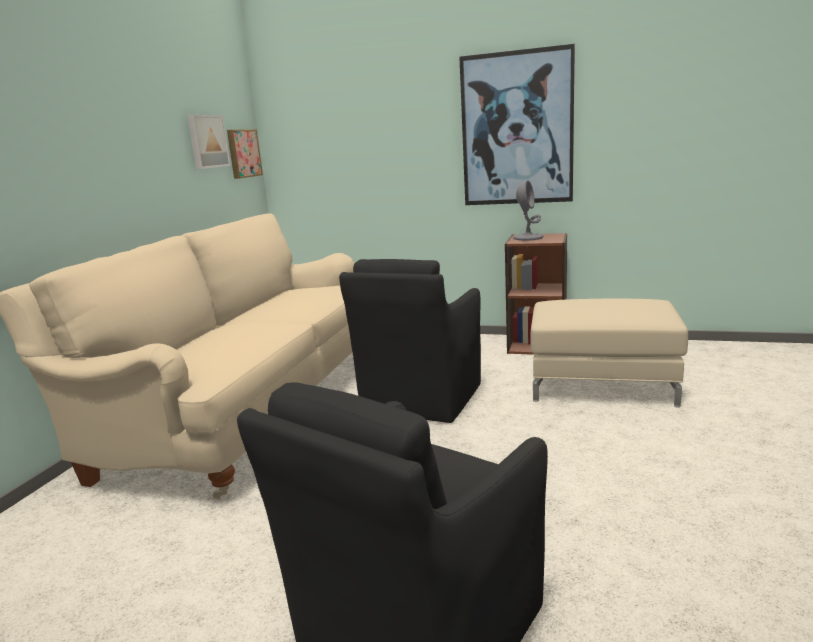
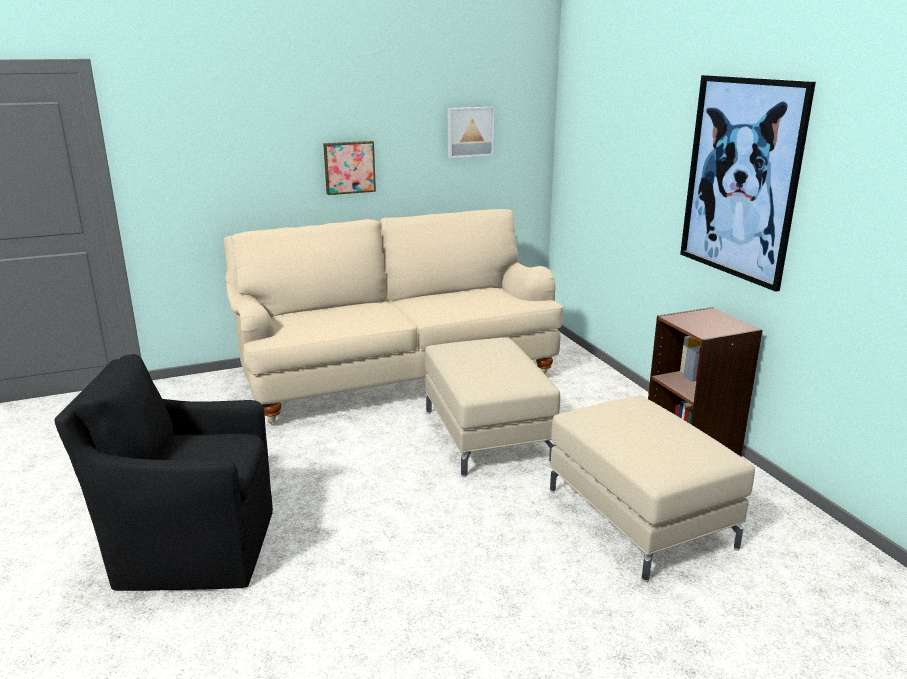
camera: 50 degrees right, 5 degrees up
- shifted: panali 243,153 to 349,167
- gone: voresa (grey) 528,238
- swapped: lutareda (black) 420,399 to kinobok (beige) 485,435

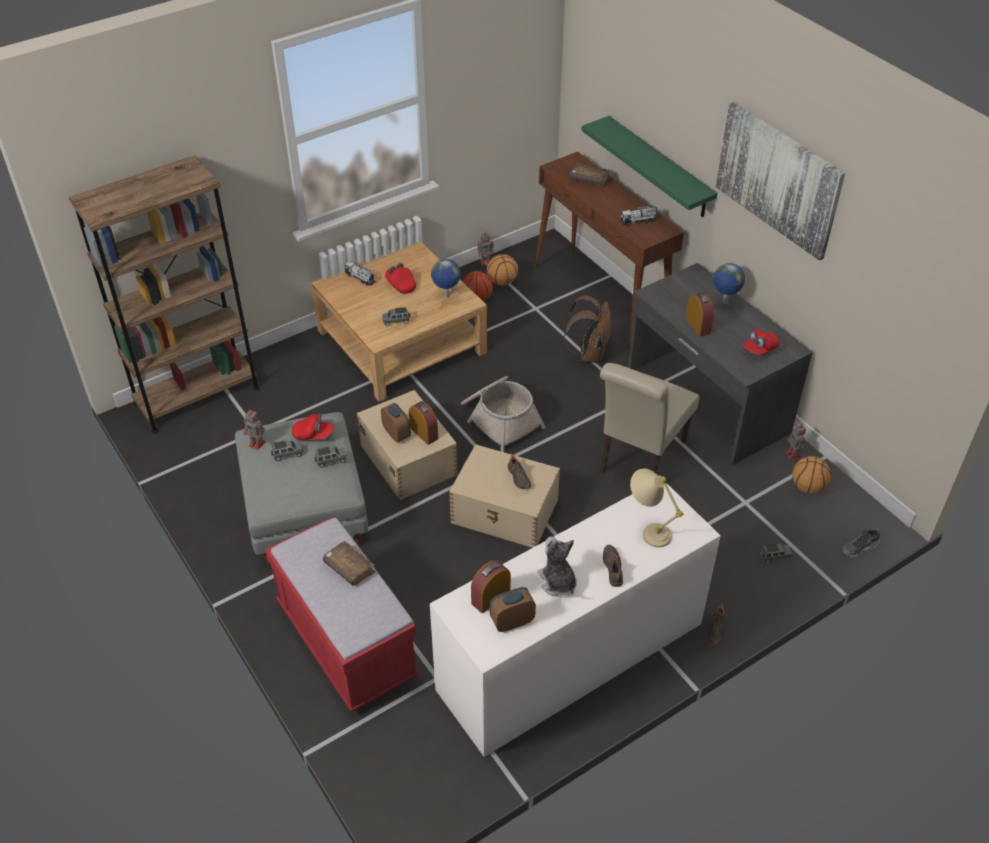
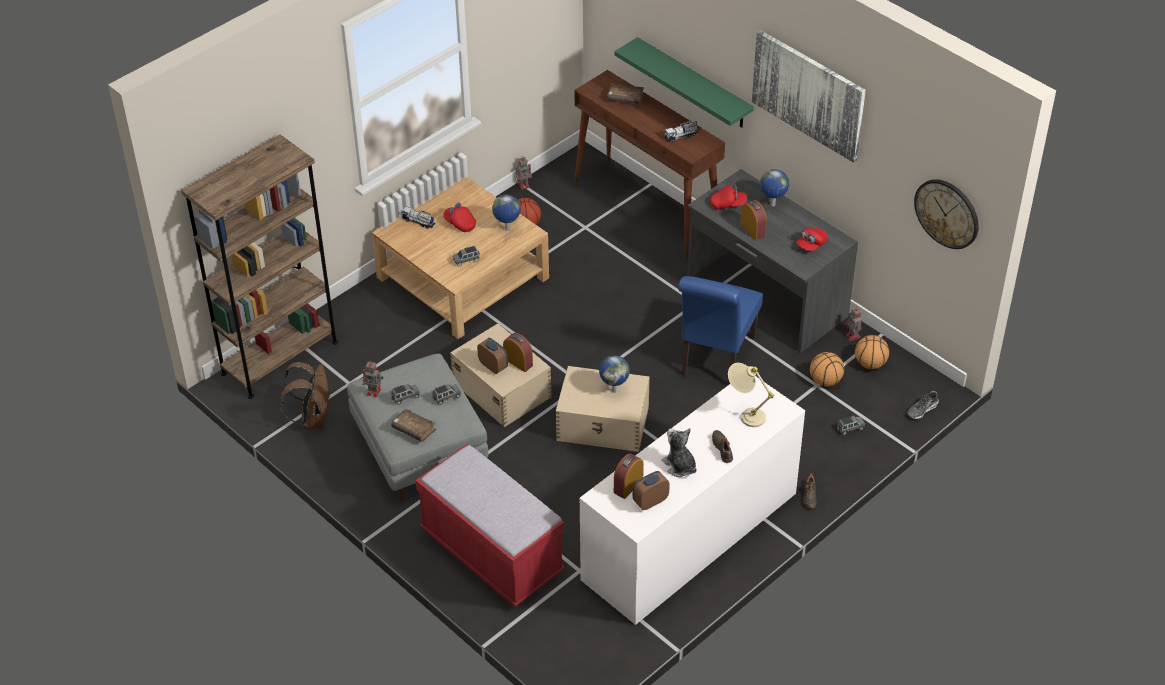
camera: 10 degrees left, 0 degrees up
- shifted: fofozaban 502,282 to 825,381
- shifted: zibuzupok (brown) 589,354 to 312,418
- repainted: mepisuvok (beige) 639,460 to mepisuvok (blue) 715,360
- gone: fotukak 500,419
- shifted: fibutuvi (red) 313,435 to 728,204
- swapped: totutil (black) 518,478 to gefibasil 614,390
- shifted: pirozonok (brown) 349,568 to 414,429
- new: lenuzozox 947,213

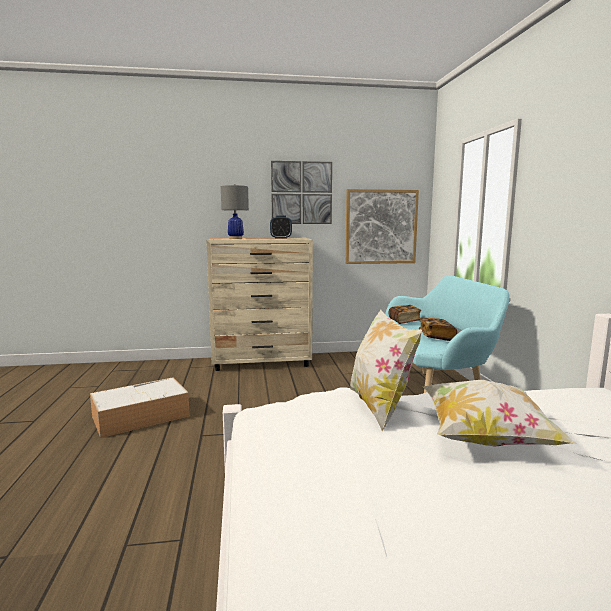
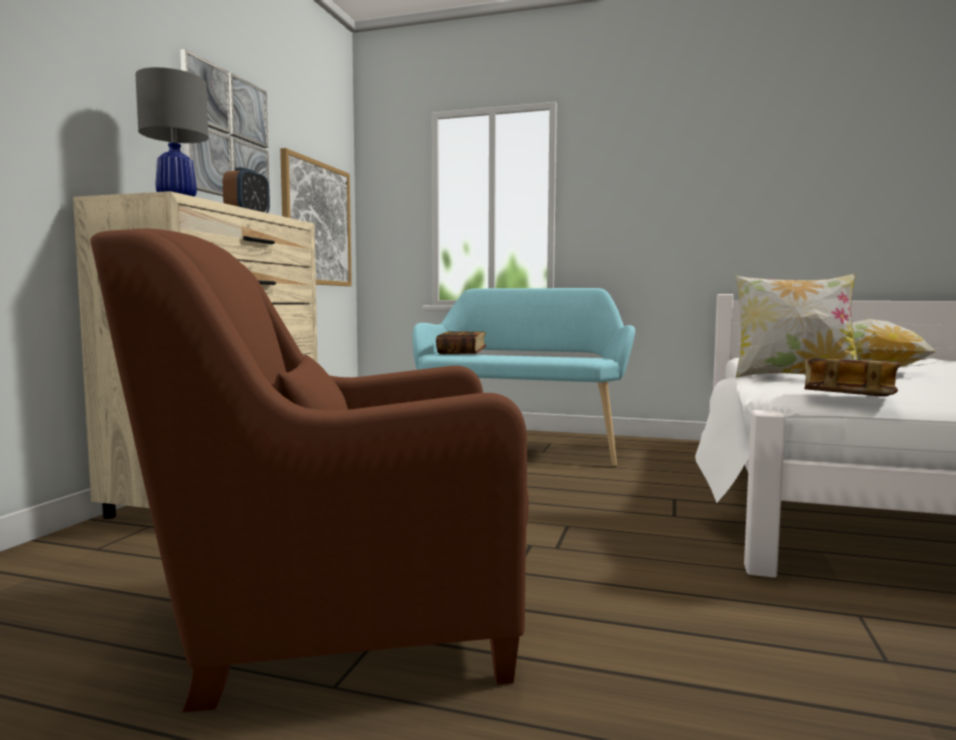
camera: 65 degrees left, 5 degrees down
- shifted: pirozonok 436,337 to 847,397
- swapped: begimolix 142,416 to lutareda (brown) 342,622

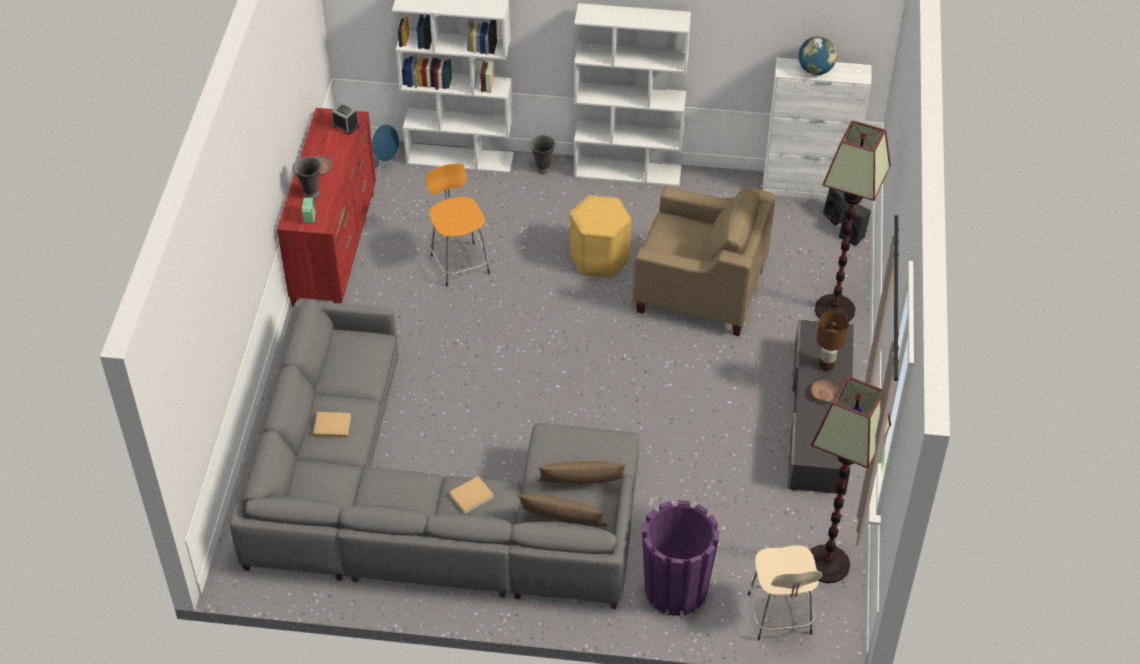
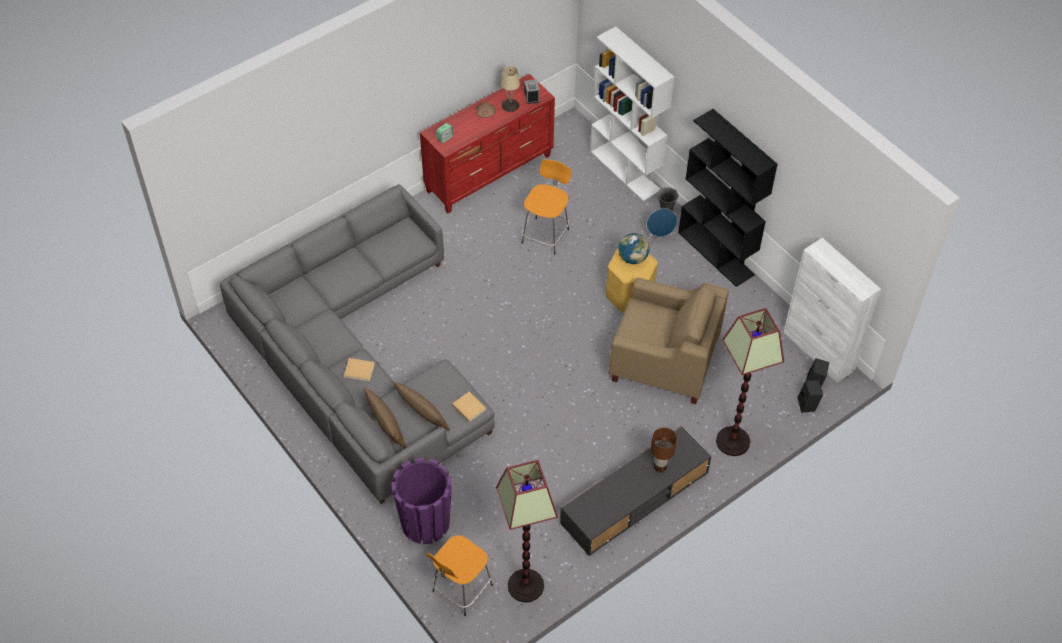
camera: 45 degrees right, 5 degrees up
- repainted: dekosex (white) 628,171 to dekosex (black) 716,253
- shifted: gefibasil 815,70 to 633,258
- shifted: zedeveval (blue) 386,164 to 659,237
- gone: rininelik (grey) 310,194
- rotated: lutareda (beige) 700,291 = 663,362 45 degrees counterclockwise
- gone: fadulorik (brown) 823,394
- shifted: pirozonok (beige) 331,425 to 468,407
- repainted: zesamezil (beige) 780,616 to zesamezil (orange) 461,590
- new: voresa (beige) 510,105

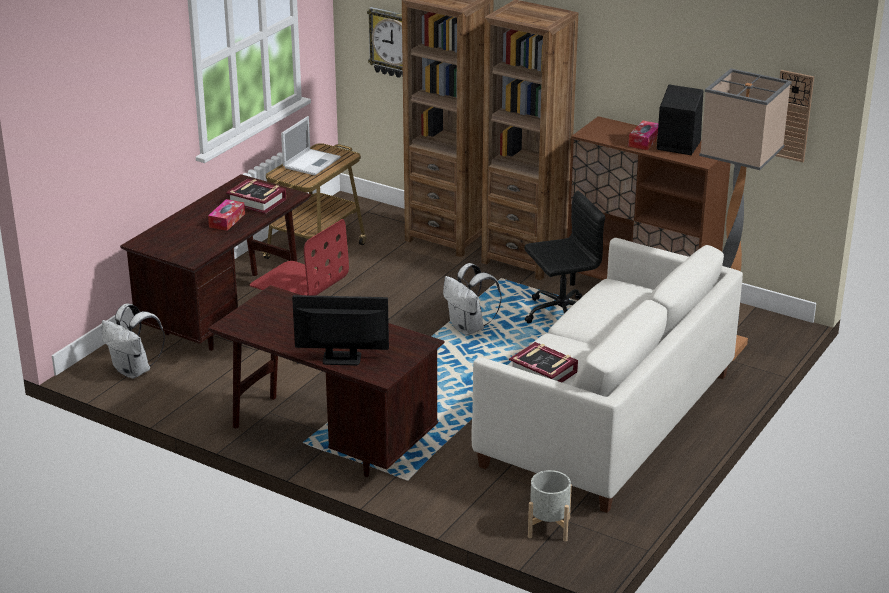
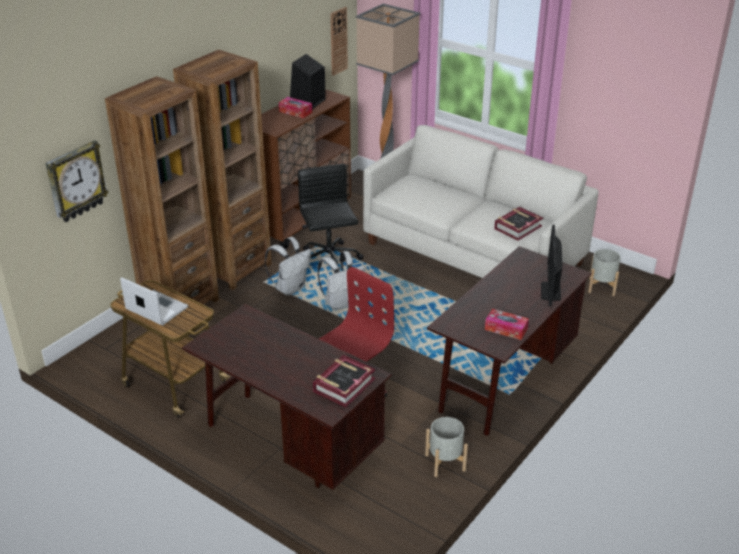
camera: 85 degrees left, 5 degrees up
- shifted: pirozonok 257,201 to 343,385
- shifted: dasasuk 227,220 to 506,329
- shifted: zibuzupok (white) 134,371 to 290,288
- new: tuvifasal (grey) 445,462

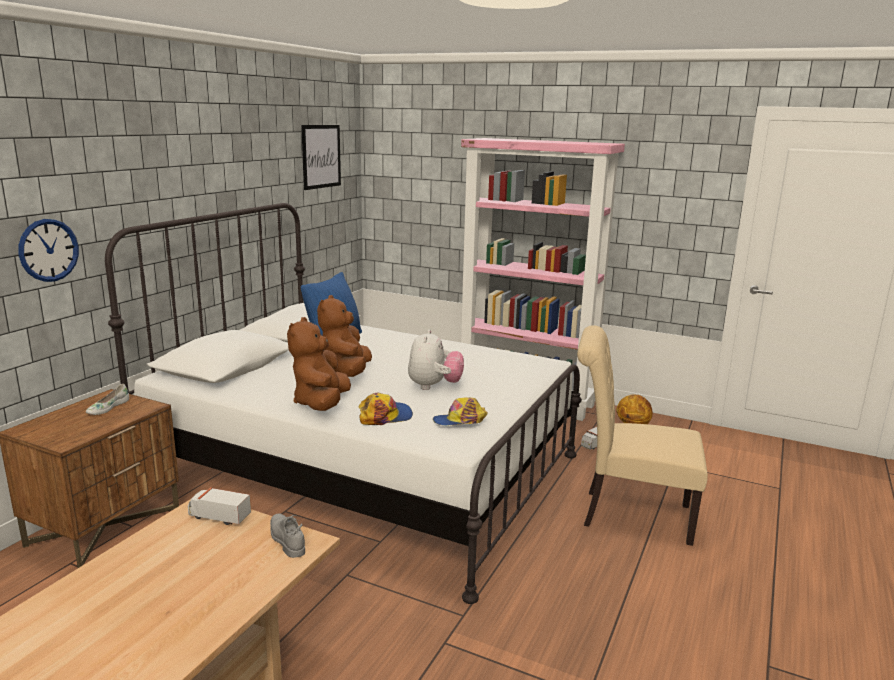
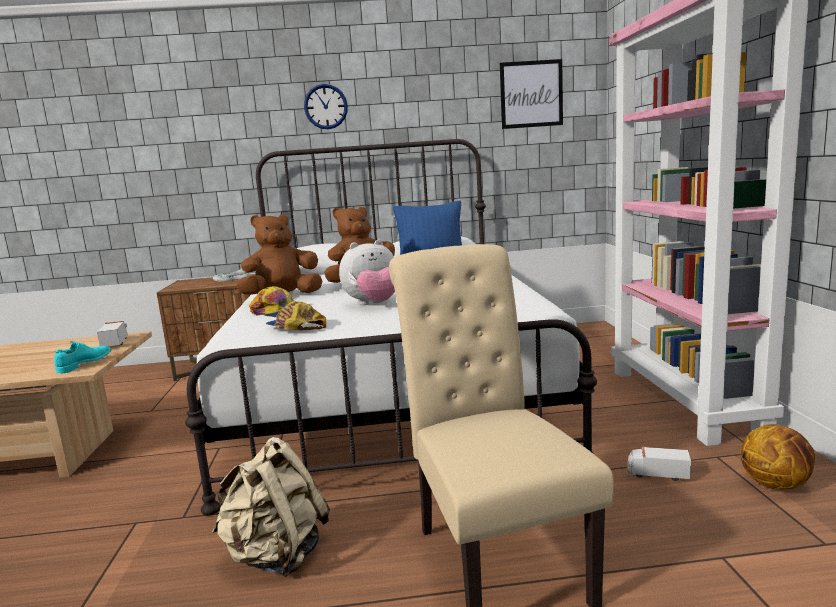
camera: 60 degrees right, 5 degrees down
- shifted: lenuzozox 48,250 to 326,106
- repainted: totutil (grey) 286,540 to totutil (turquoise) 84,364
- new: zibuzupok (beige) 276,555

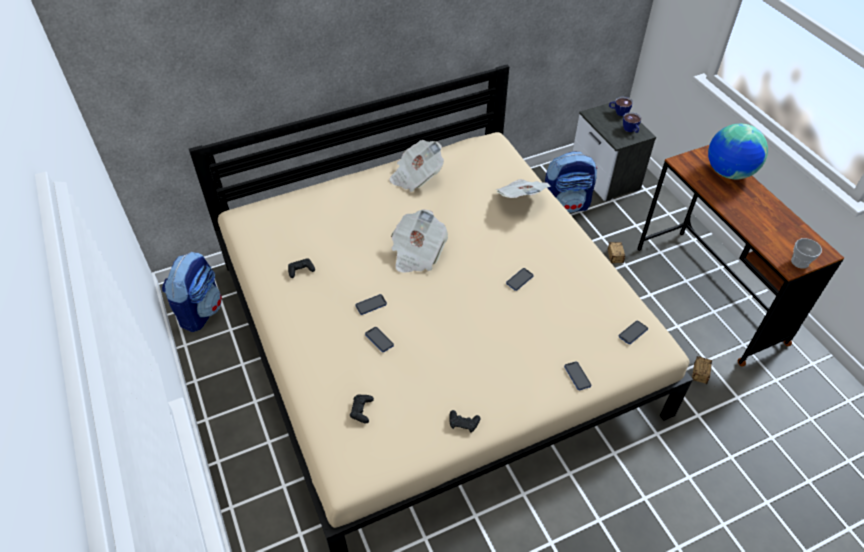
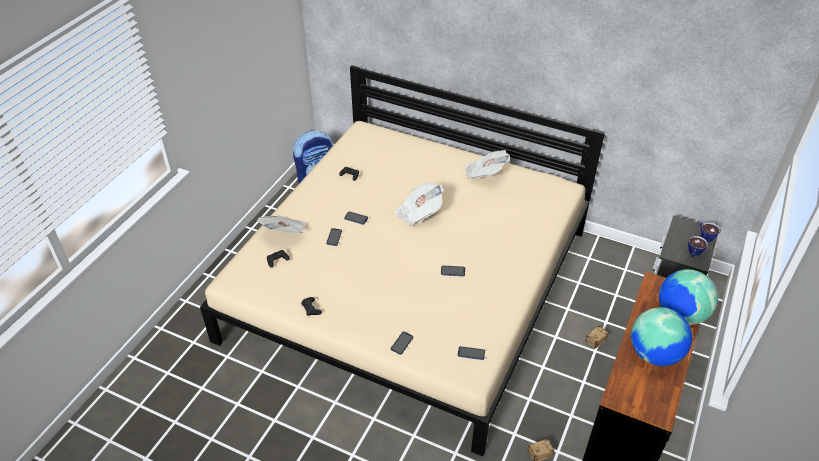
camera: 50 degrees right, 5 degrees down
- gone: zibuzupok 566,205
- shifted: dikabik 521,198 to 285,233
- gone: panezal 799,262
- new: gefibasil 655,354

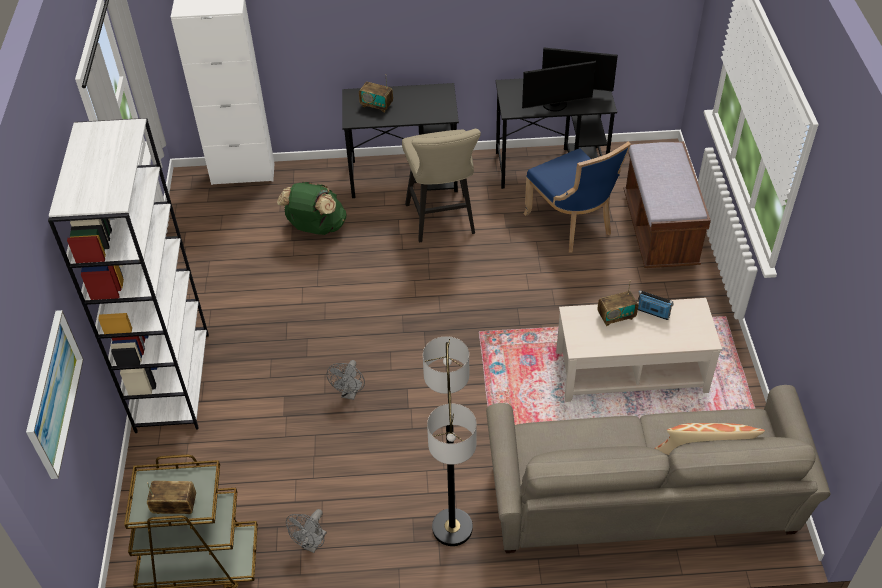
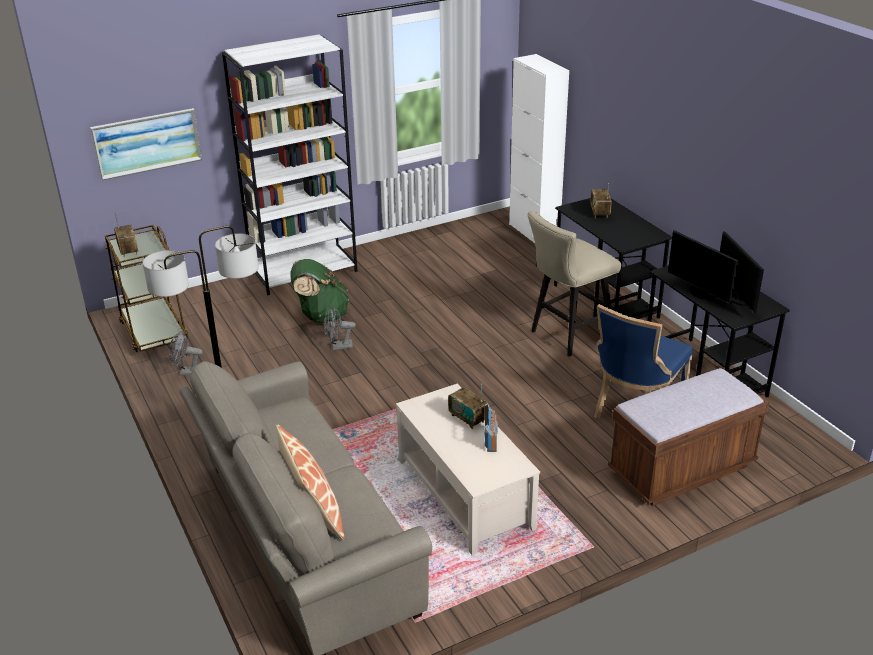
camera: 65 degrees right, 15 degrees down
- shifted: zibuzupok (green) 316,228 to 321,316

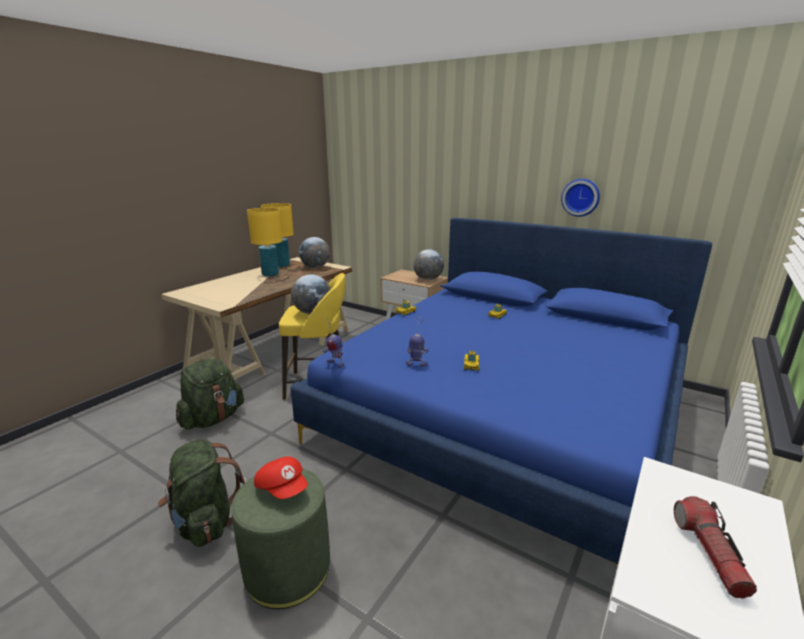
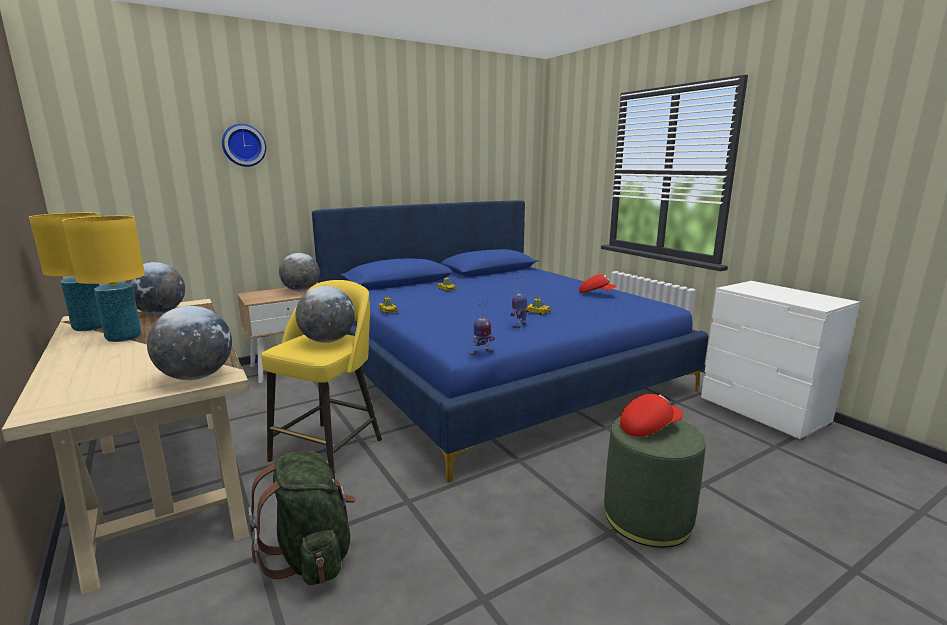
camera: 65 degrees left, 5 degrees down
- shifted: lenuzozox 581,197 to 243,145
- gone: zibuzupok (green) 206,521
- gone: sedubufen 710,553
- new: fibutuvi (red) 596,293
- new: gefibasil 196,376

